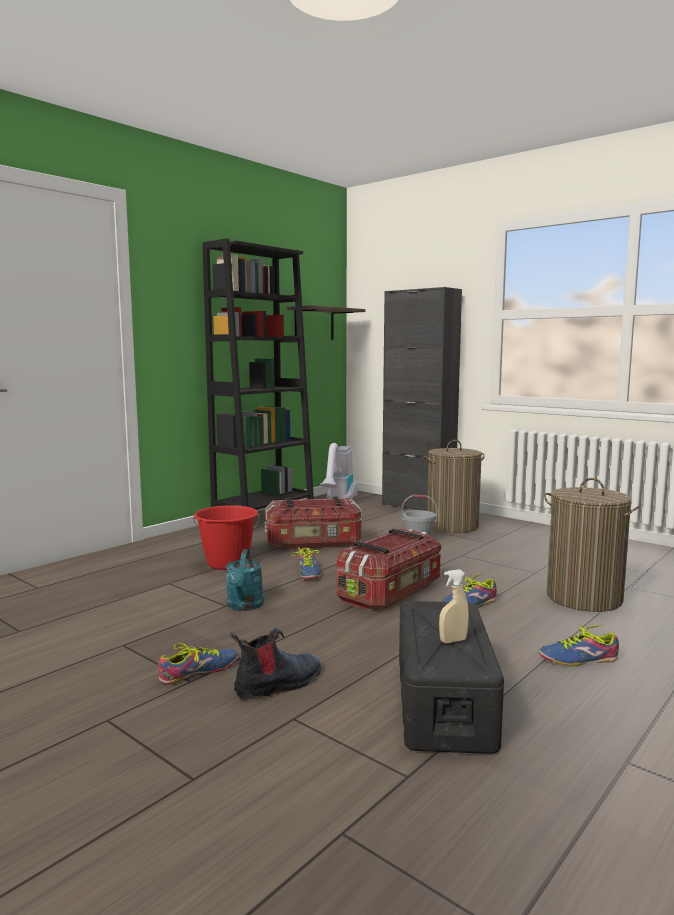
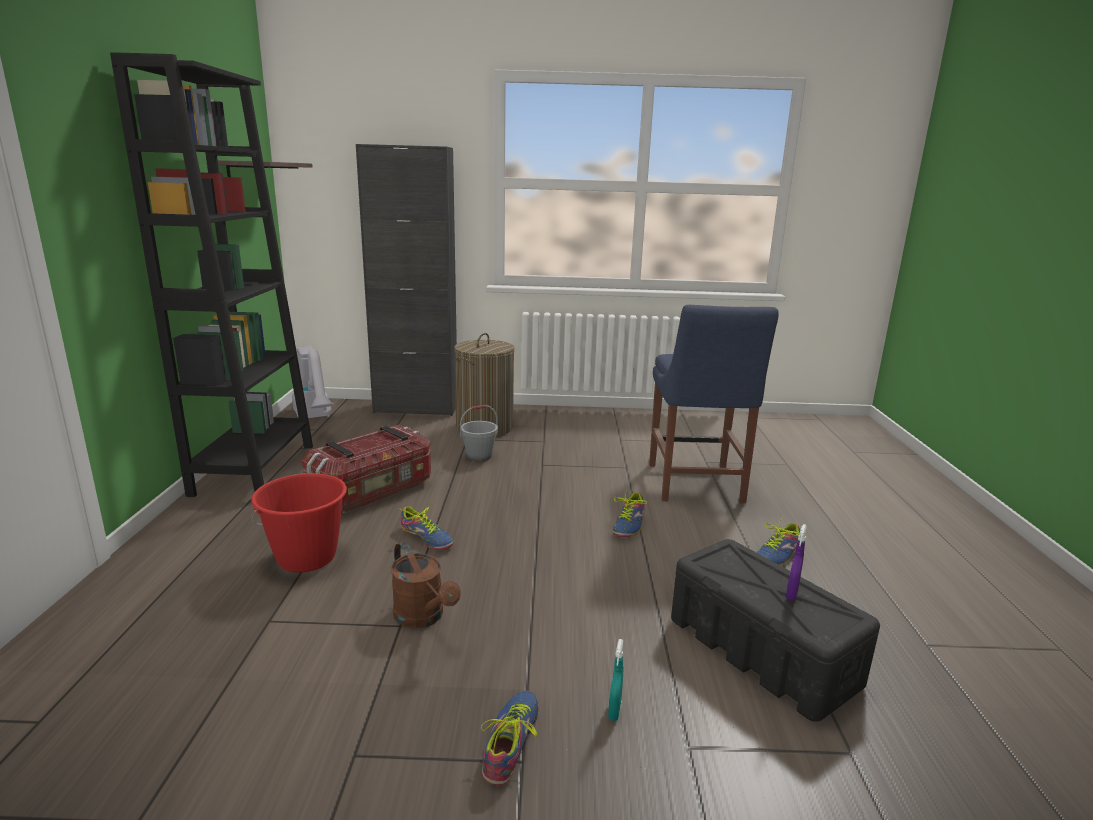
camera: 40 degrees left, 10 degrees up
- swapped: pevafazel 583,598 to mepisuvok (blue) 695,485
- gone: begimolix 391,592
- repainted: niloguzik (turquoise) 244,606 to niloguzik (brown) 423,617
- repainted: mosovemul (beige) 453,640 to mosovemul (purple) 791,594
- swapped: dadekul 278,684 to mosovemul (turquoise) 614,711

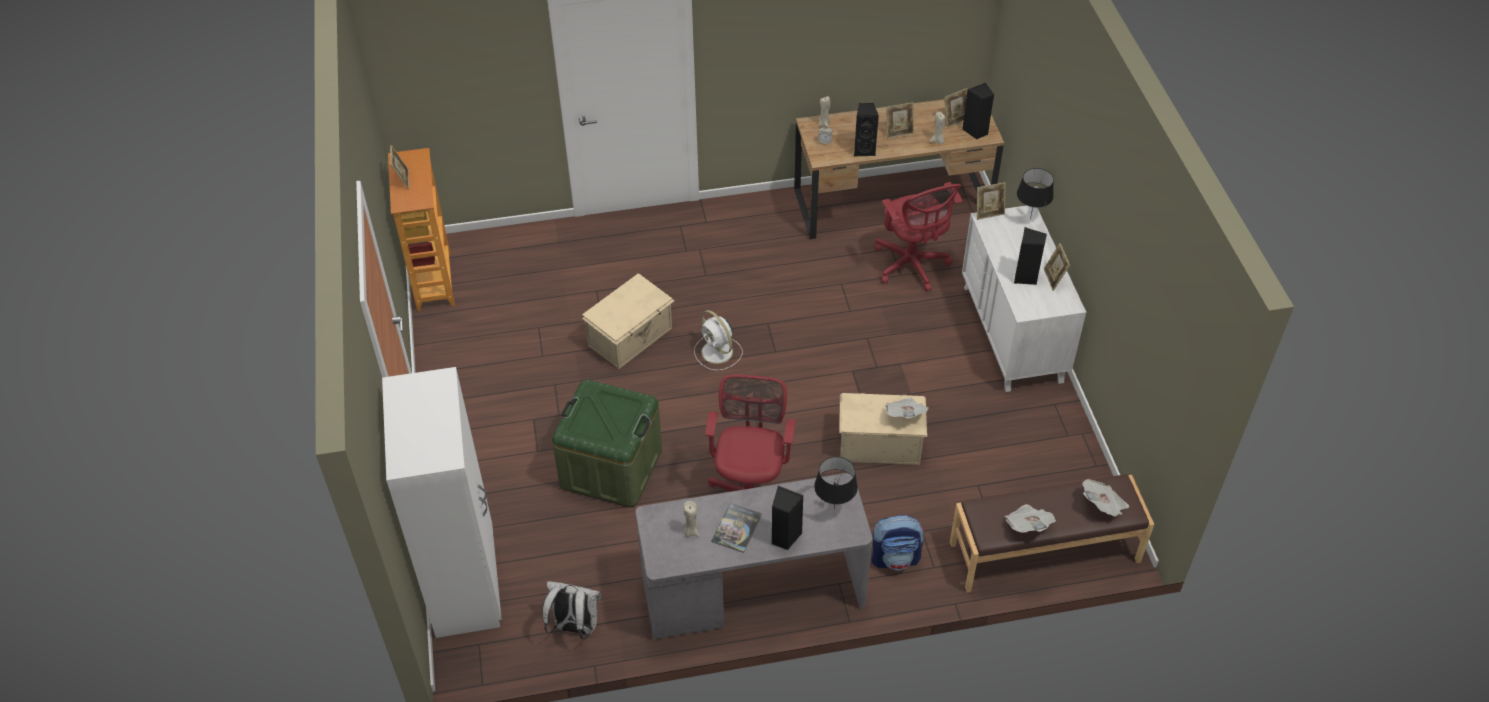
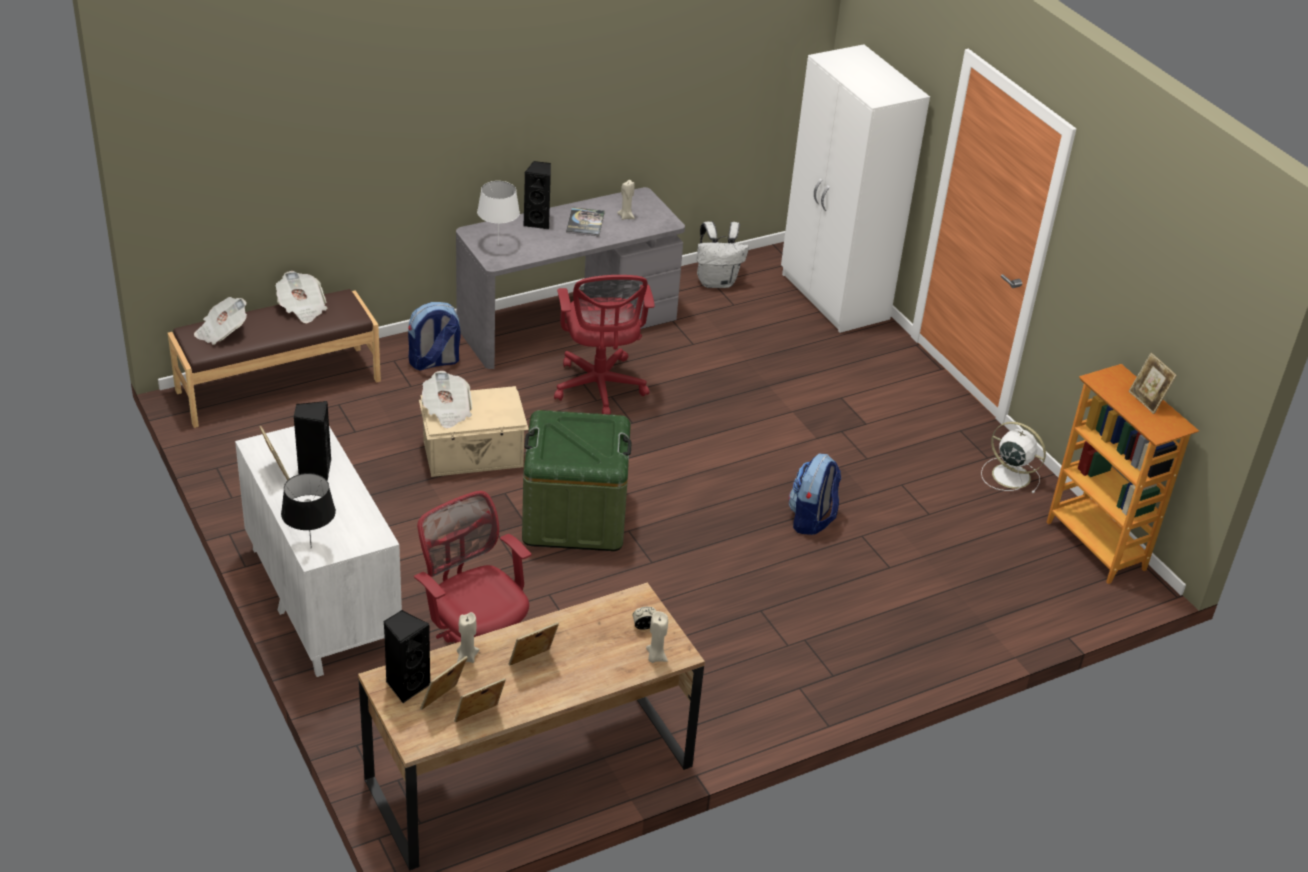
camera: 160 degrees right, 10 degrees down
- gone: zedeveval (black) 864,150
- shifted: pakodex 989,213 to 479,719
- swapped: begimolix (beige) 631,337 to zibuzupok 811,520
- shifted: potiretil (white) 718,353 to 1009,475
- shifted: begimolix (green) 611,467 to 574,517
- repainted: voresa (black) 833,509 to voresa (white) 498,244

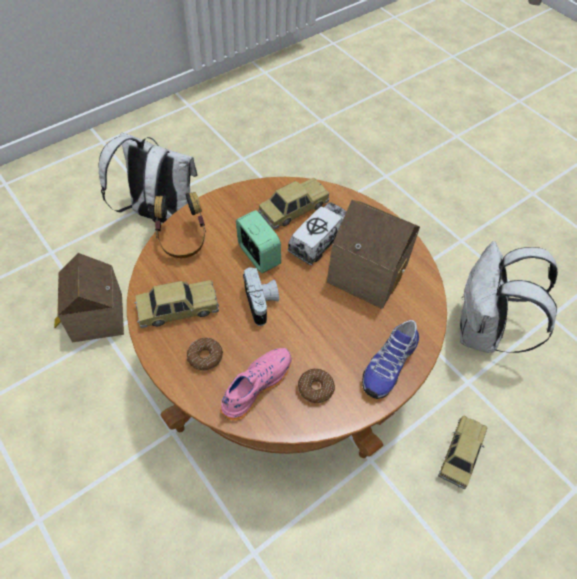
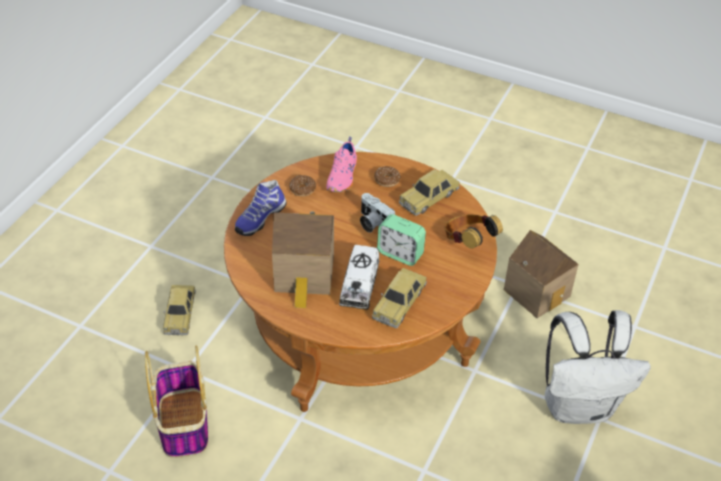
camera: 155 degrees right, 10 degrees down
- swapped: zibuzupok (white) 481,332 to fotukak 183,422
- rotated: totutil 387,365 = 259,218 150 degrees counterclockwise

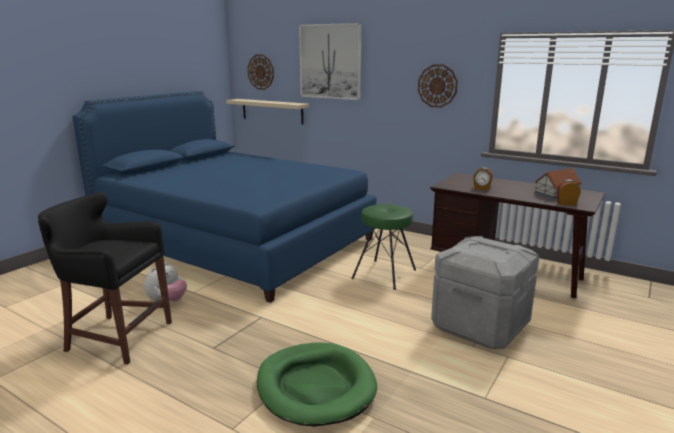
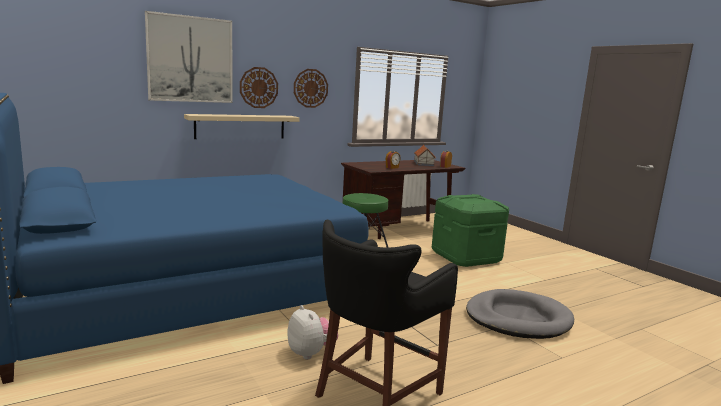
camera: 65 degrees left, 5 degrees down
- shifted: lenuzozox 261,72 to 259,87
- shifted: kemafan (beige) 272,111 to 240,126
- repainted: begimolix (grey) 479,326 to begimolix (green) 466,257
- repainted: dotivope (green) 315,387 to dotivope (grey) 517,318

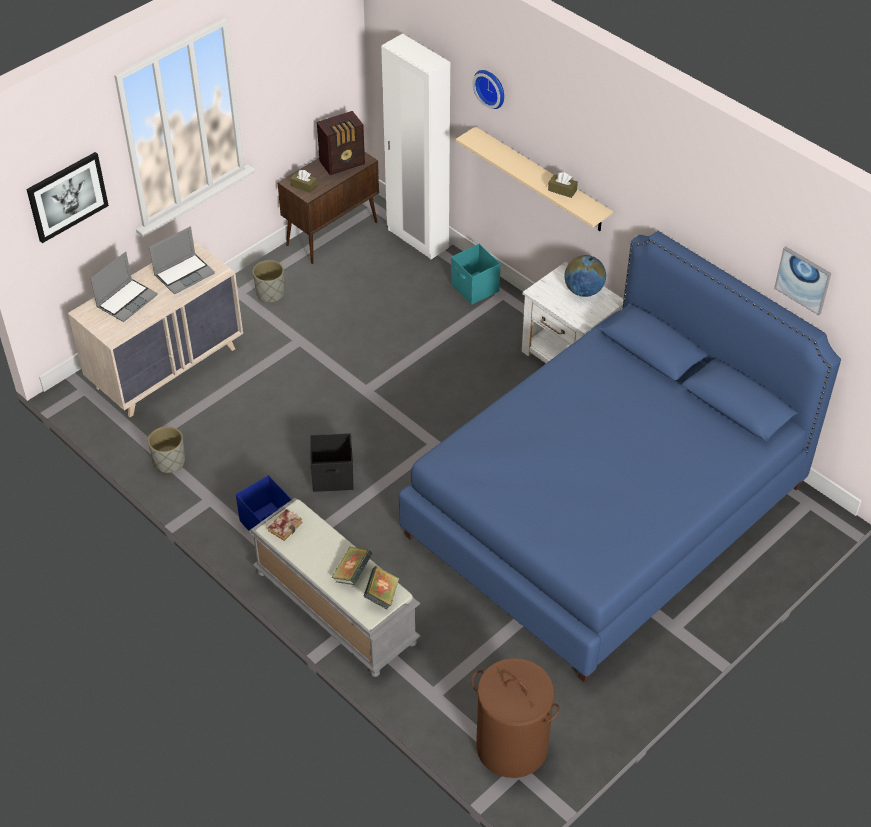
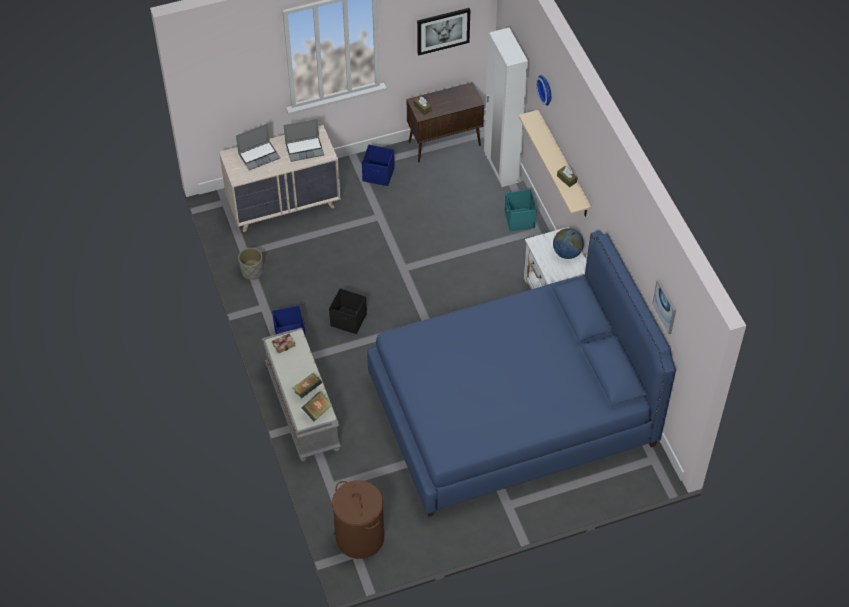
camera: 25 degrees right, 5 degrees up
- gone: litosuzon 343,163
- shifted: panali 67,196 to 443,30
- swapped: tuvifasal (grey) 270,293 to begimolix (blue) 379,175

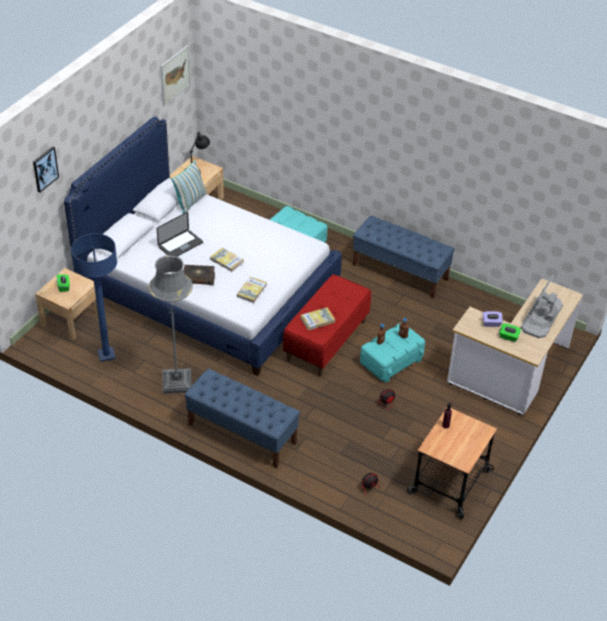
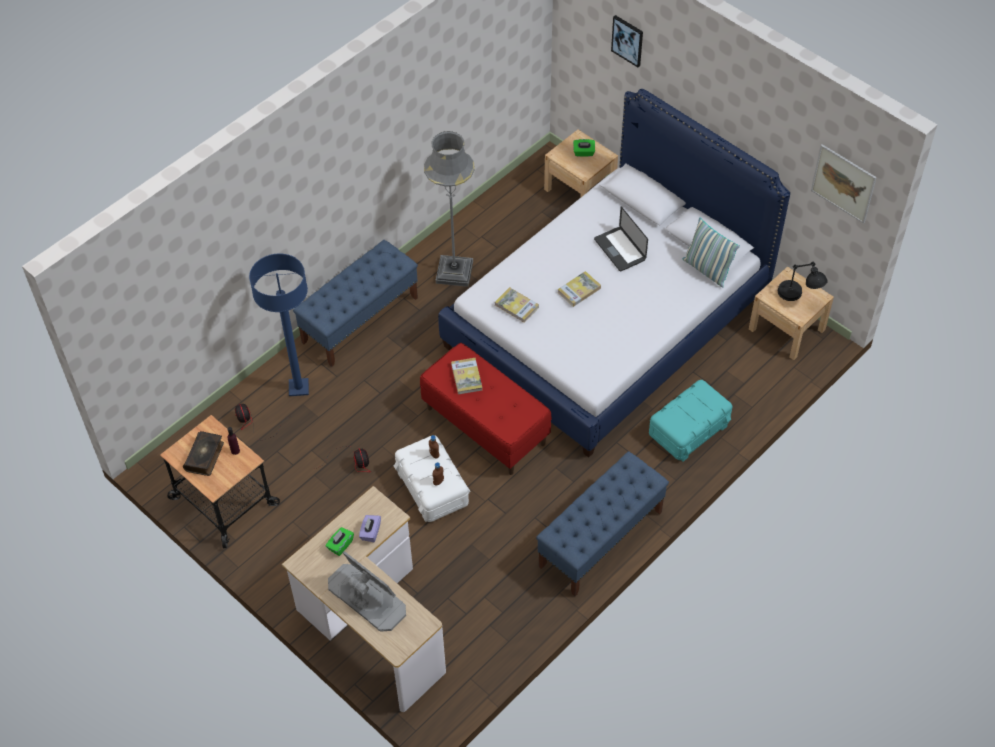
camera: 105 degrees right, 10 degrees up
- shifted: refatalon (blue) 106,355 to 298,388
- shifted: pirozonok 199,278 to 205,456
- repainted: begimolix (turquoise) 391,361 to begimolix (white) 433,488

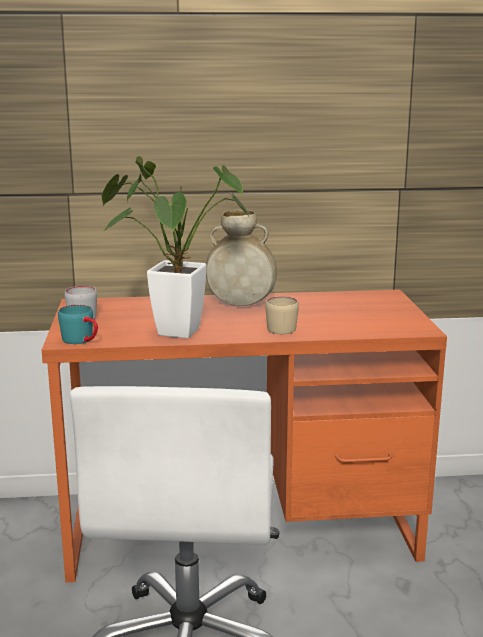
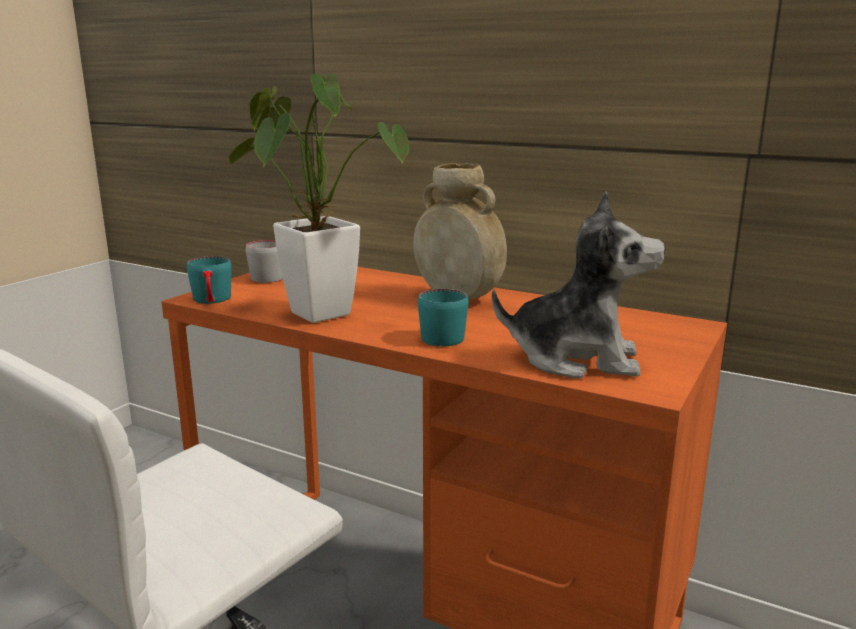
camera: 35 degrees right, 0 degrees up
- repainted: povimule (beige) 279,327 to povimule (turquoise) 445,335
- new: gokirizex 576,359

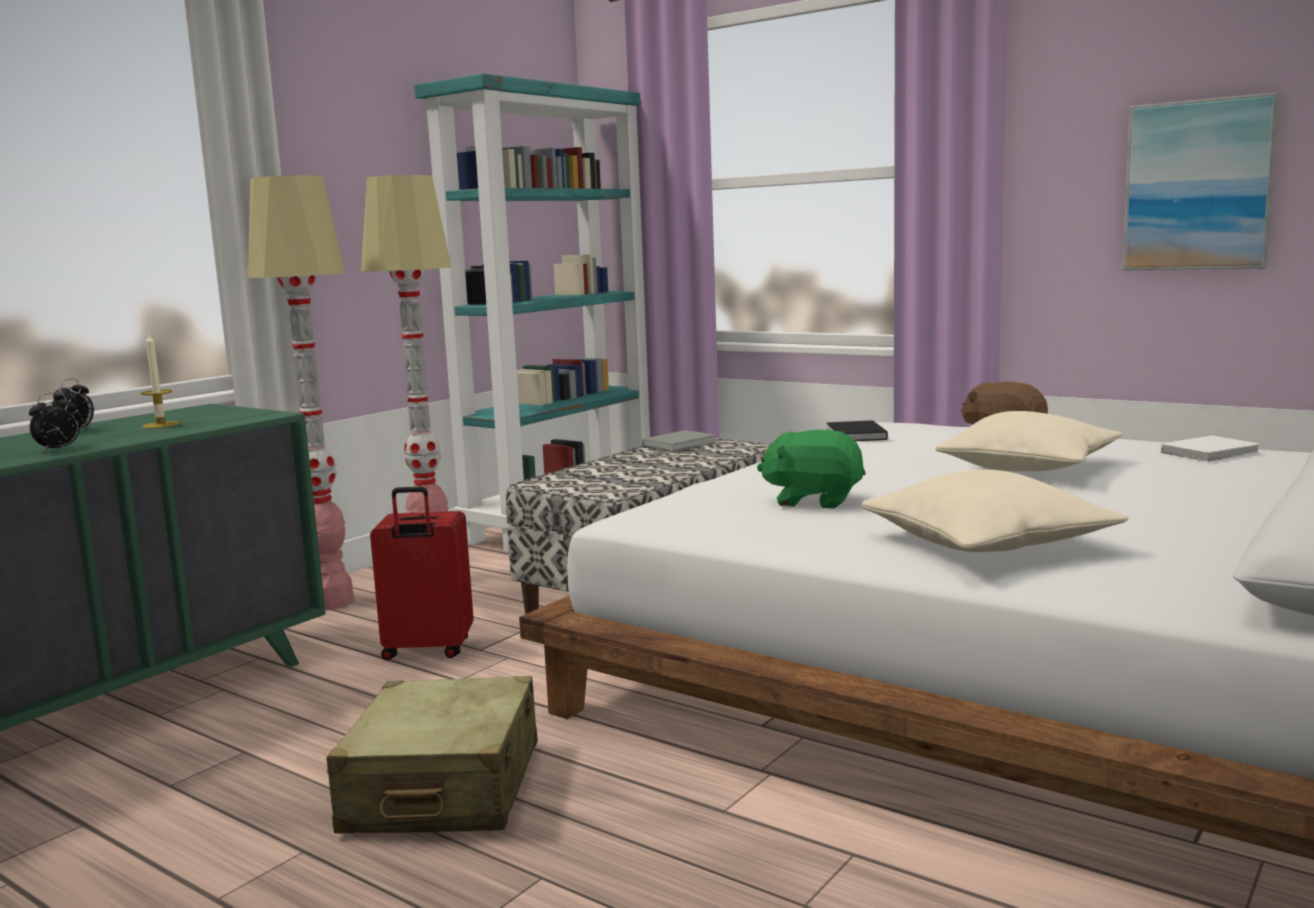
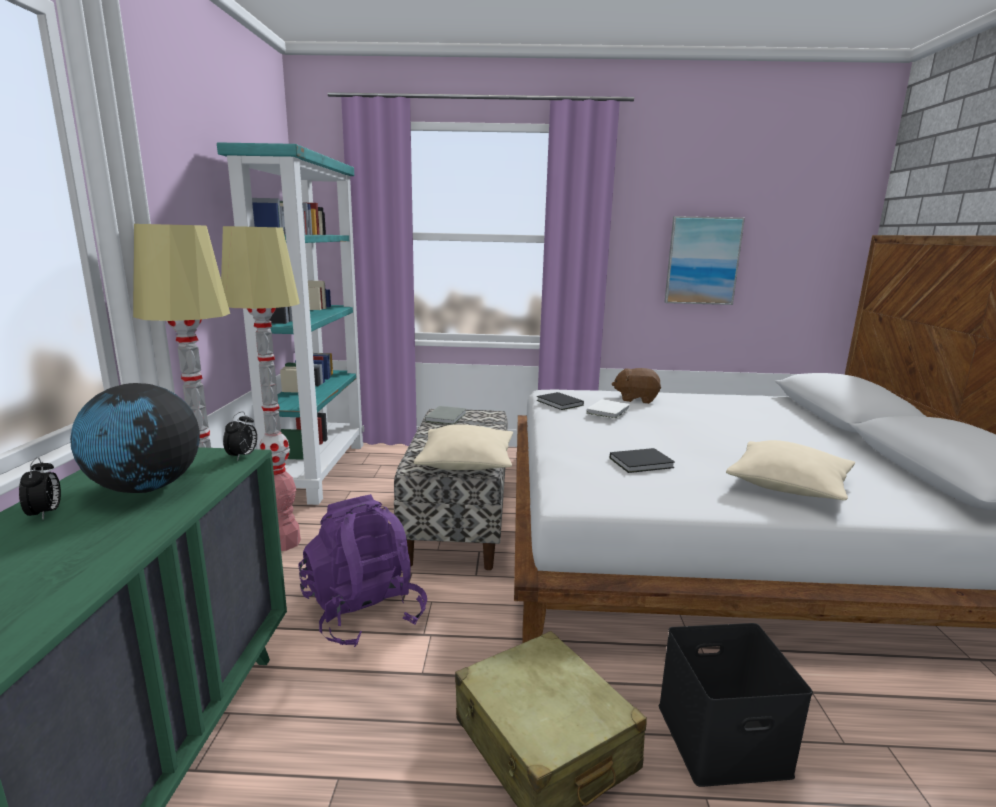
camera: 35 degrees left, 5 degrees up
- swapped: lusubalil 161,425 to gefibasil 145,488
- shifted: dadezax 59,450 to 243,456
- shifted: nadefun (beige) 1029,468 to 466,462
- swapped: gokirizex (green) 813,500 to pirozonok (black) 643,463
- shifted: pirozonok (white) 1212,452 to 609,411
- swapped: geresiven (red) 427,650 to zibuzupok (purple) 364,613
- new: begimolix (black) 723,737

